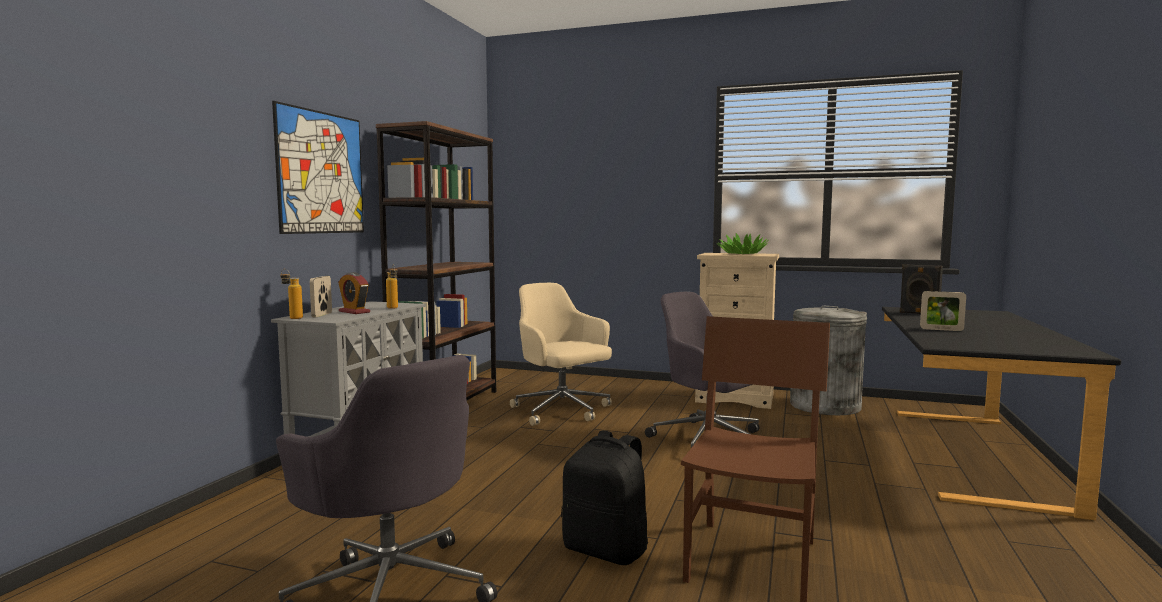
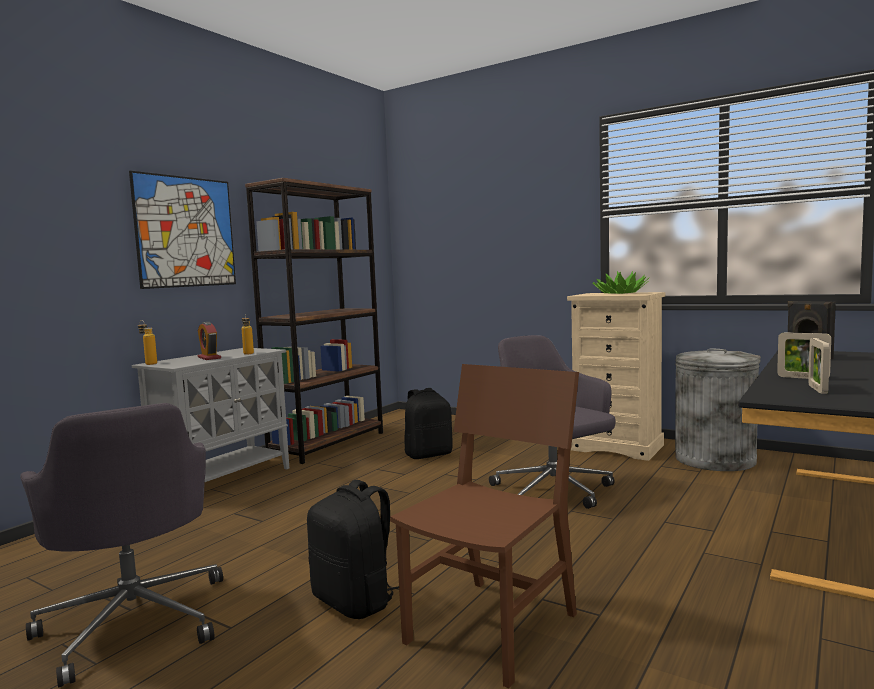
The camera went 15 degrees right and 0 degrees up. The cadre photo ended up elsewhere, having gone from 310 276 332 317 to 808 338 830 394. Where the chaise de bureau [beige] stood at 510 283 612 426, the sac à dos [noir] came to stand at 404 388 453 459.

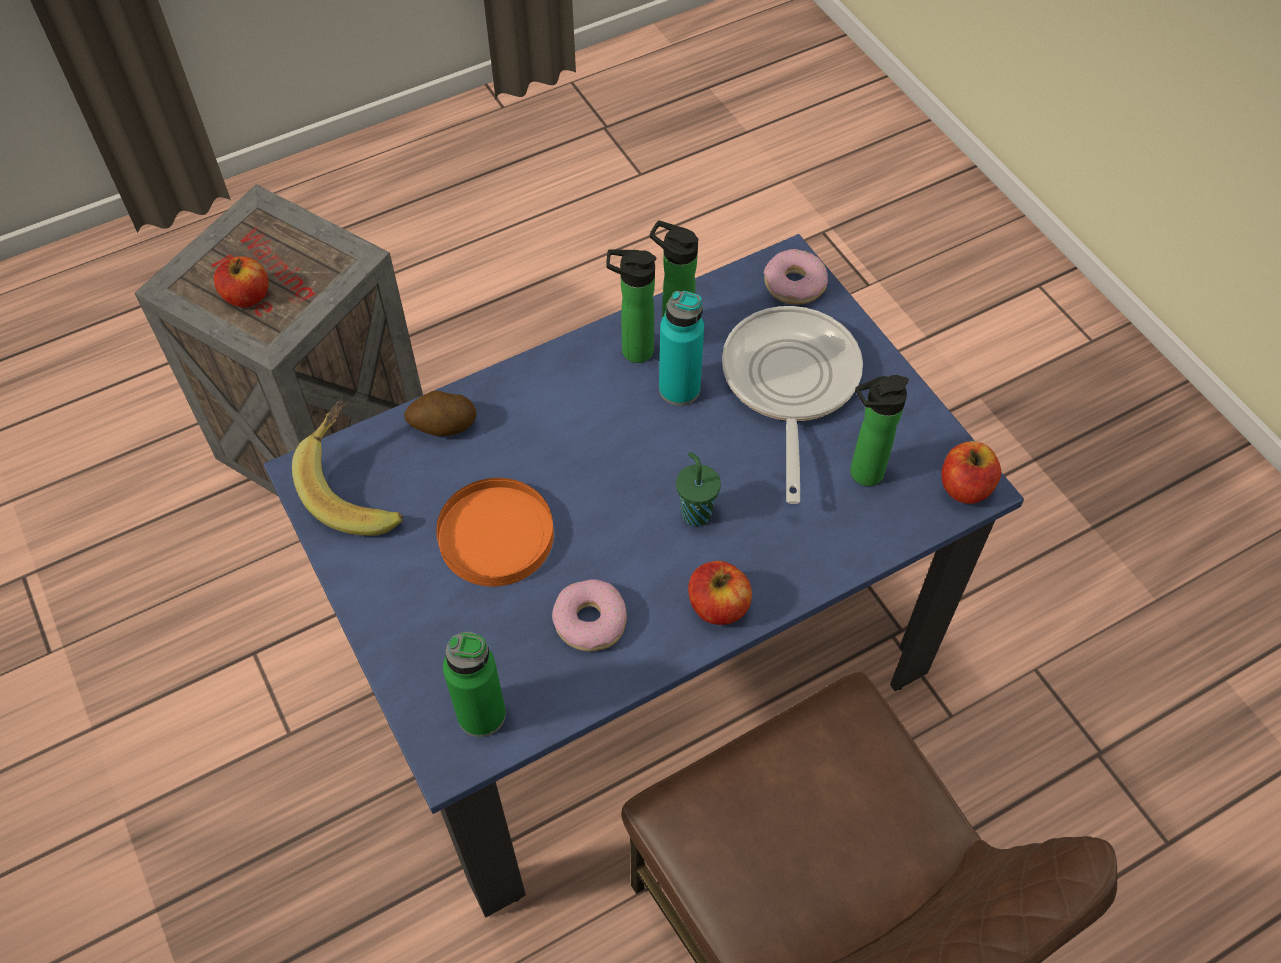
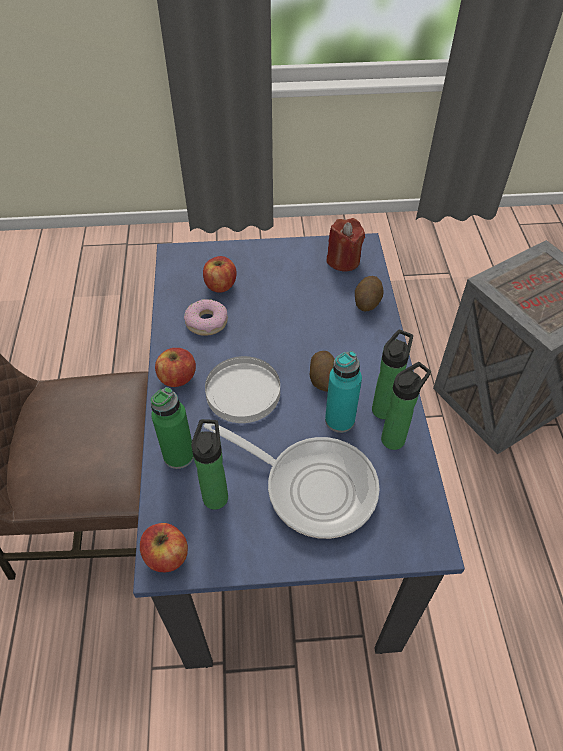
The camera went 115 degrees right and 5 degrees down. The second view lost the assiette [orange] at 436 478 554 586. The second view lost the beignet at 764 249 828 305. The second view gained the pomme de terre at 309 351 335 392. The pomme ended up elsewhere, having gone from 214 256 269 308 to 203 256 237 293. The bouteille [vert] ended up elsewhere, having gone from 443 632 506 737 to 151 387 194 469. Where the banane stood at 292 400 403 536, the bougie [rouge] came to stand at 326 218 365 272. Where the tasse [vert] stood at 676 452 721 526, the assiette [blanc] came to stand at 205 356 280 423.

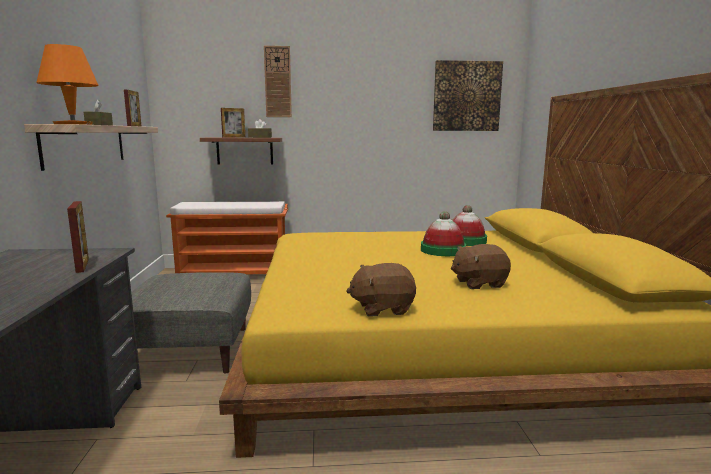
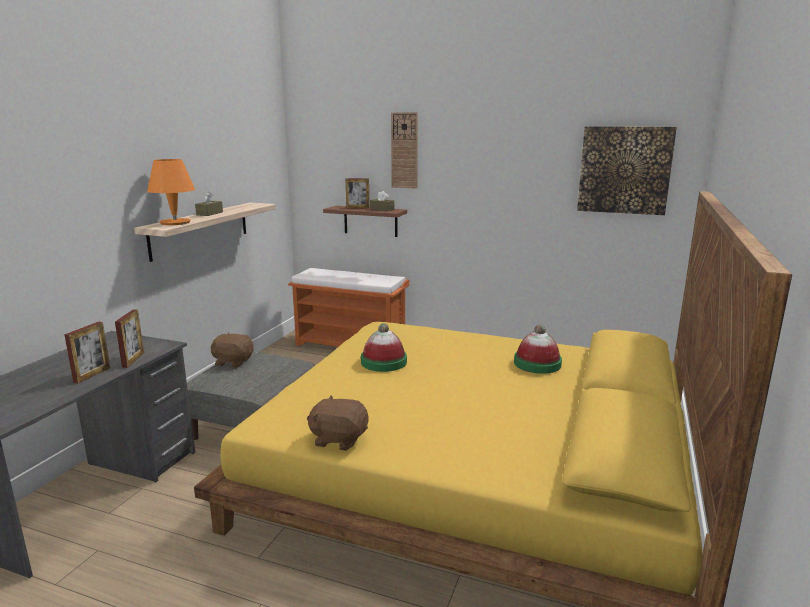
The camera went 25 degrees right and 5 degrees up. The cadre photo ended up elsewhere, having gone from 124 90 141 126 to 64 322 110 384. The chapeau ended up elsewhere, having gone from 421 211 466 256 to 361 323 407 372. The peluche [marron] ended up elsewhere, having gone from 451 244 511 289 to 210 333 254 368.

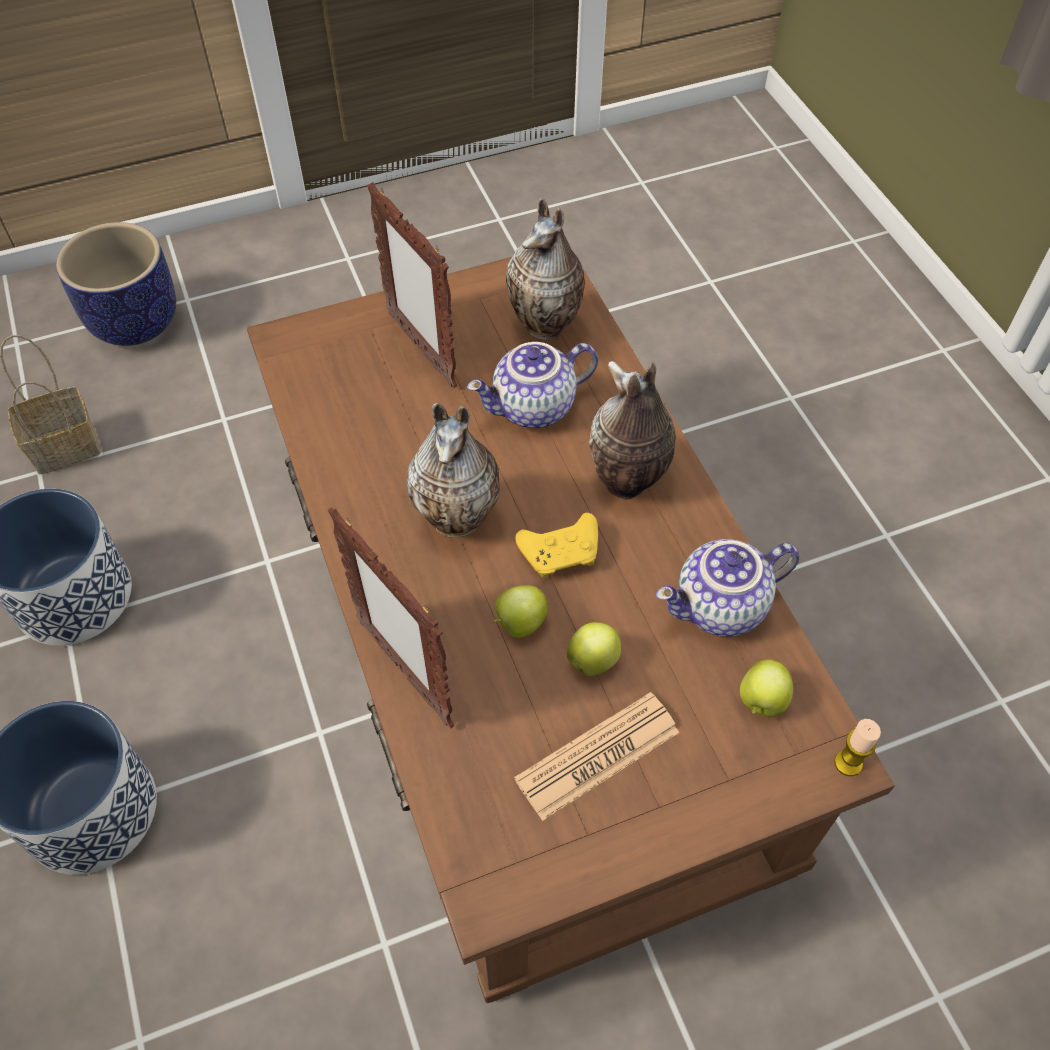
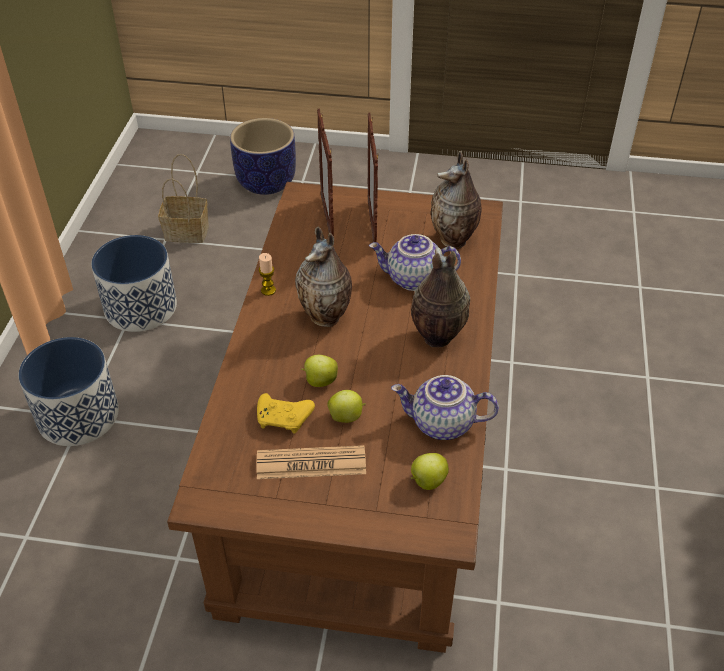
The camera went 30 degrees right and 10 degrees down. The cadre photo ended up elsewhere, having gone from 328 507 454 728 to 317 109 334 236. The manette [jaune] ended up elsewhere, having gone from 515 513 598 578 to 257 393 315 434. The bougie ended up elsewhere, having gone from 834 719 881 776 to 259 253 276 296.

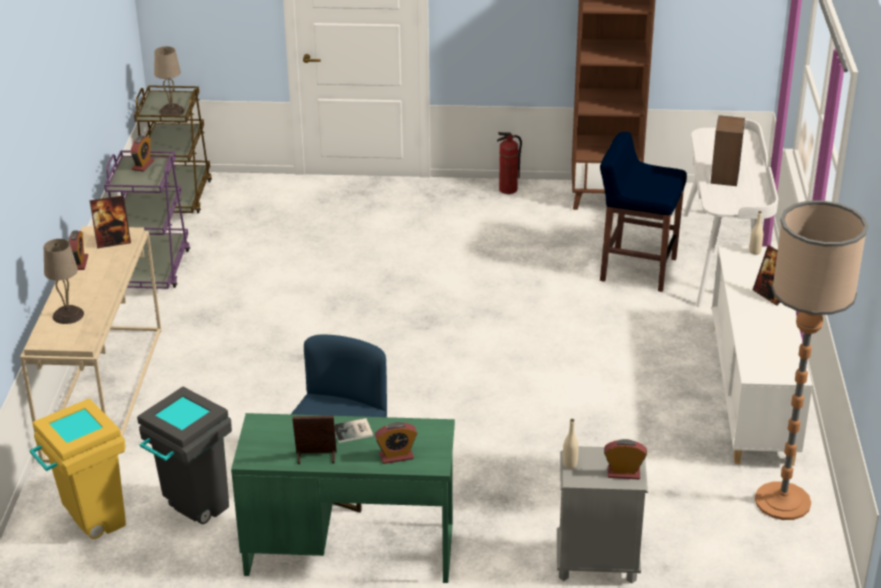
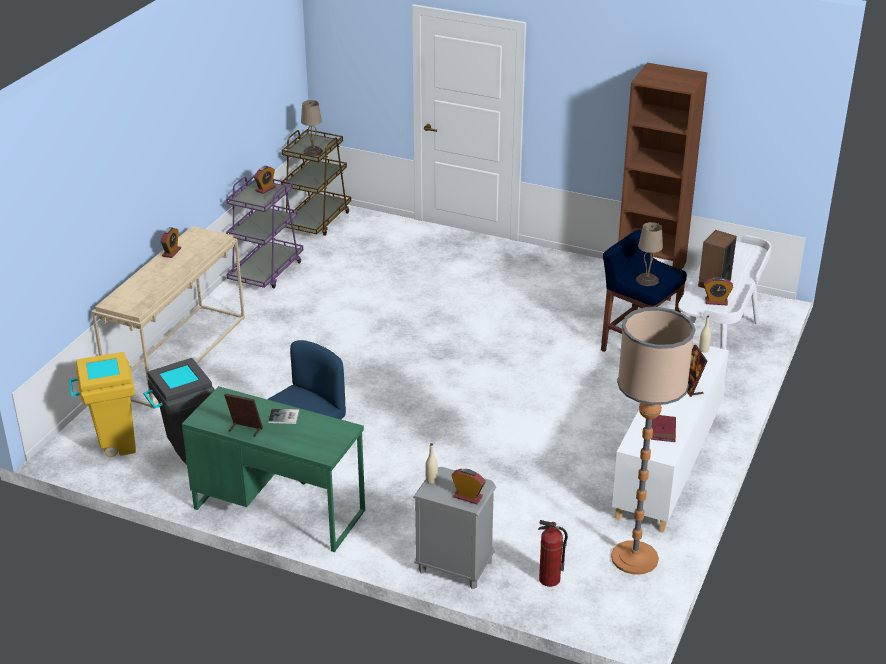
The camera went 20 degrees right and 0 degrees up. The second view lost the cadre photo at 90 195 131 248. The second view gained the livre [rouge] at 651 415 676 442. The lampe de table [beige] ended up elsewhere, having gone from 44 239 84 324 to 636 222 663 286. The réveil ended up elsewhere, having gone from 374 422 417 464 to 704 277 733 305. The extincteur ended up elsewhere, having gone from 497 132 522 194 to 538 520 568 587.

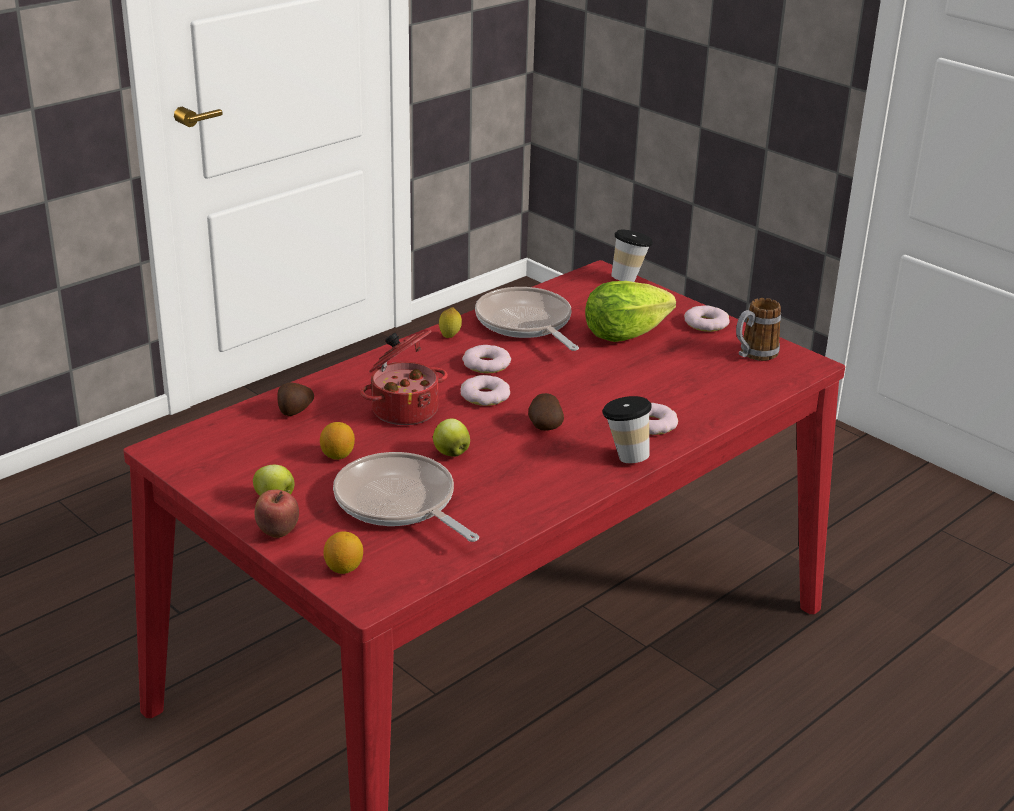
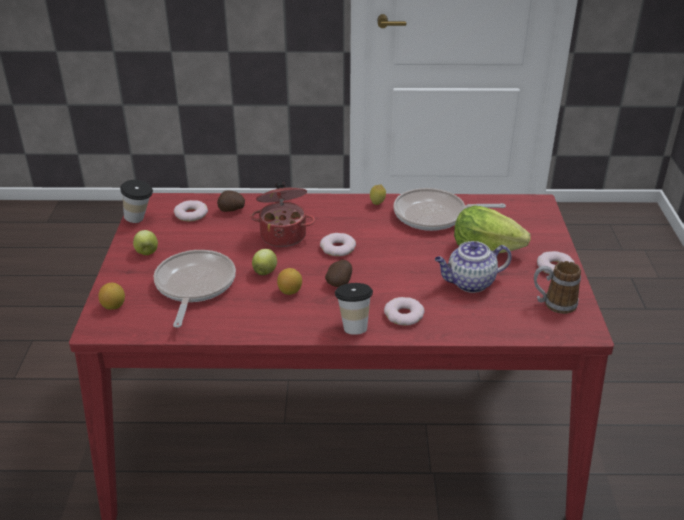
The camera went 45 degrees right and 5 degrees up. The second view lost the pomme at 255 490 299 538. The second view gained the théière at 435 241 512 293. The citron ended up elsewhere, having gone from 320 422 355 460 to 277 268 302 295. The beignet ended up elsewhere, having gone from 462 345 511 373 to 174 200 208 222. The tasse ended up elsewhere, having gone from 611 230 653 282 to 120 180 153 223. The poêle at 475 287 579 351 ended up facing another way, 105 degrees counterclockwise from before.

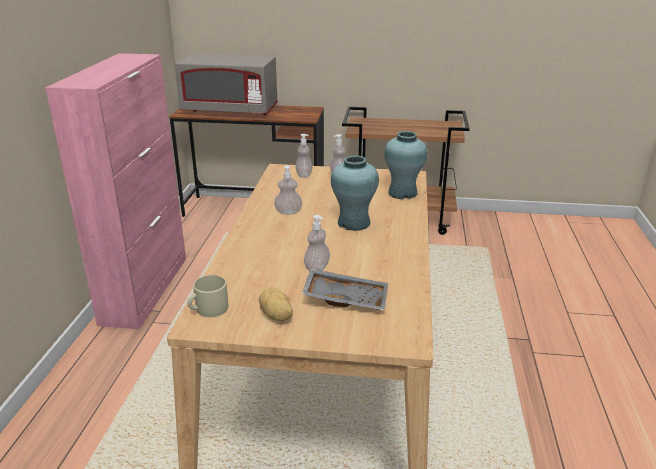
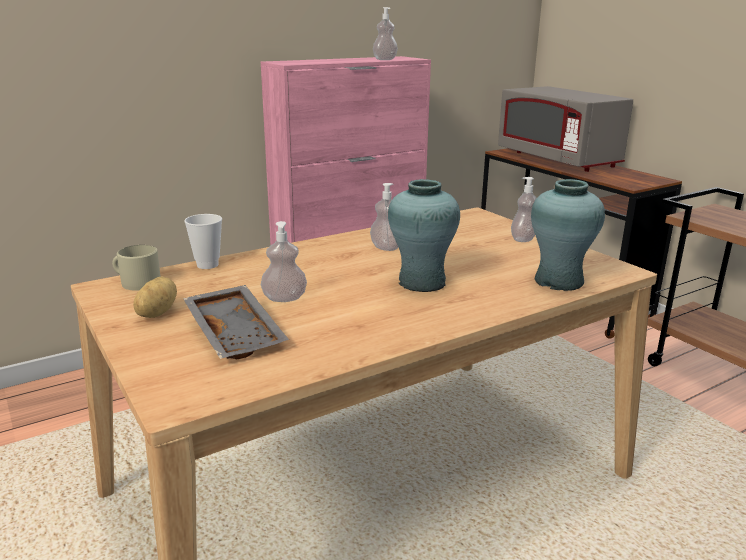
The camera went 50 degrees right and 5 degrees down. The second view gained the tasse at 185 214 222 269. The distributeur de savon ended up elsewhere, having gone from 296 134 312 178 to 373 7 398 60.

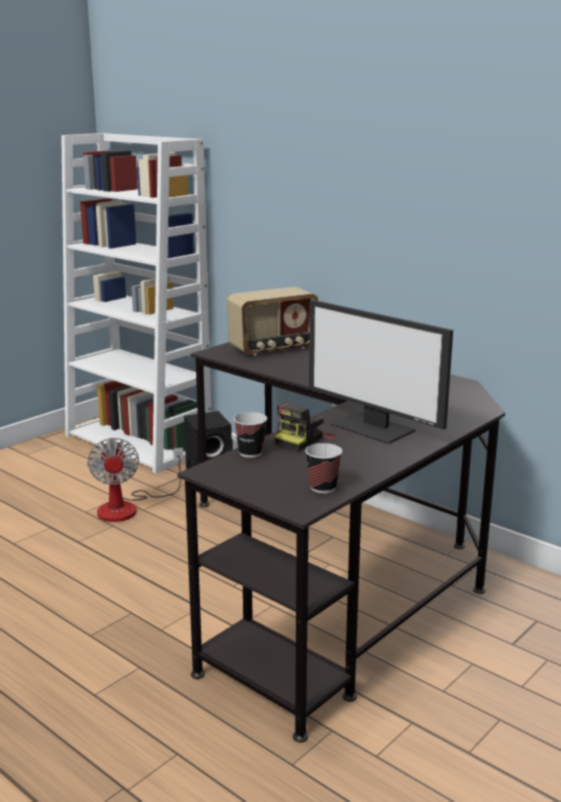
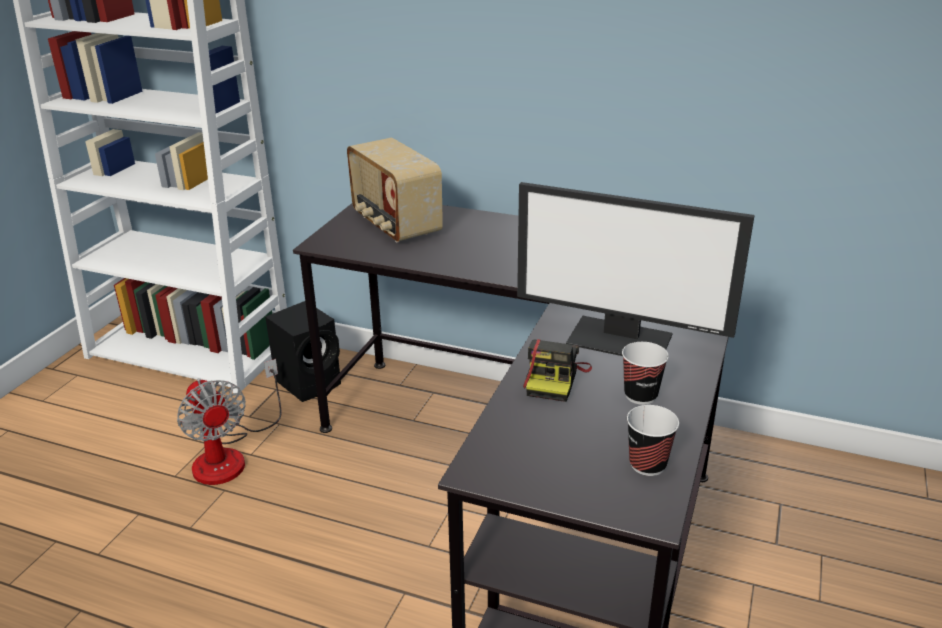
The camera went 20 degrees left and 10 degrees up. The tasse ended up elsewhere, having gone from 234 412 268 458 to 622 342 669 405. The radio at 227 287 318 356 ended up facing another way, 105 degrees clockwise from before.

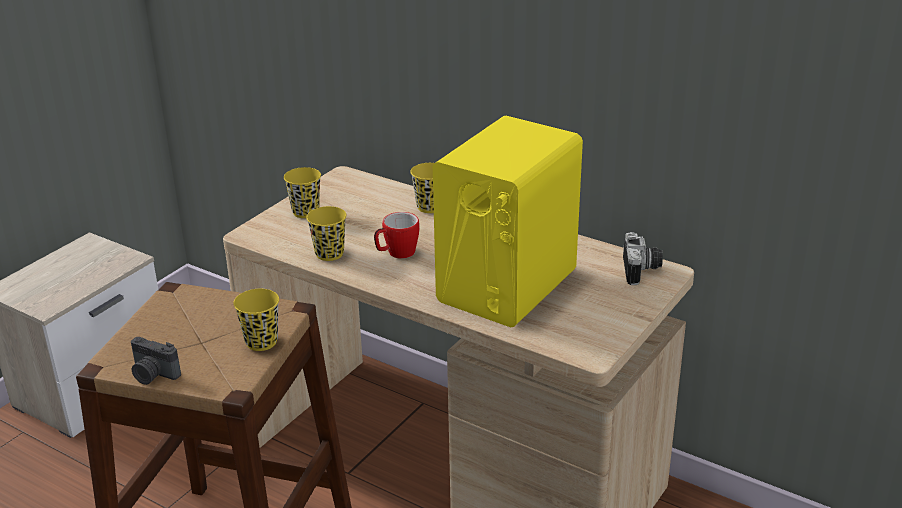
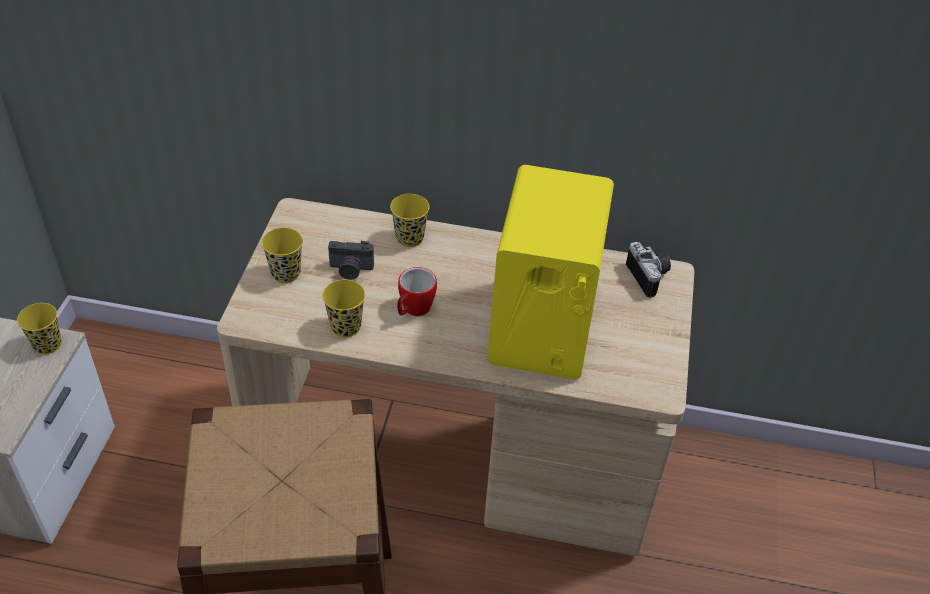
The camera went 25 degrees left and 15 degrees up. The appareil photo ended up elsewhere, having gone from 131 337 181 385 to 328 241 374 280. The tasse [jaune] ended up elsewhere, having gone from 233 289 279 351 to 17 303 61 354.

